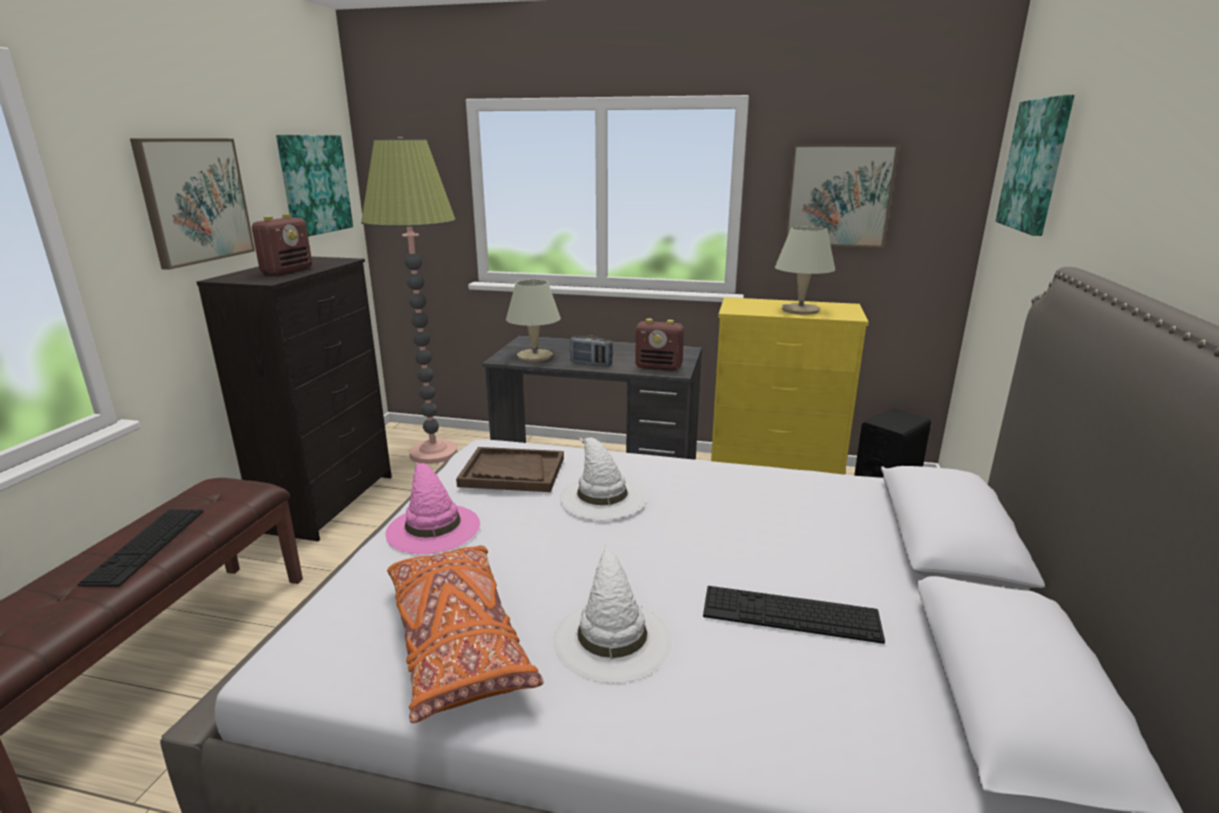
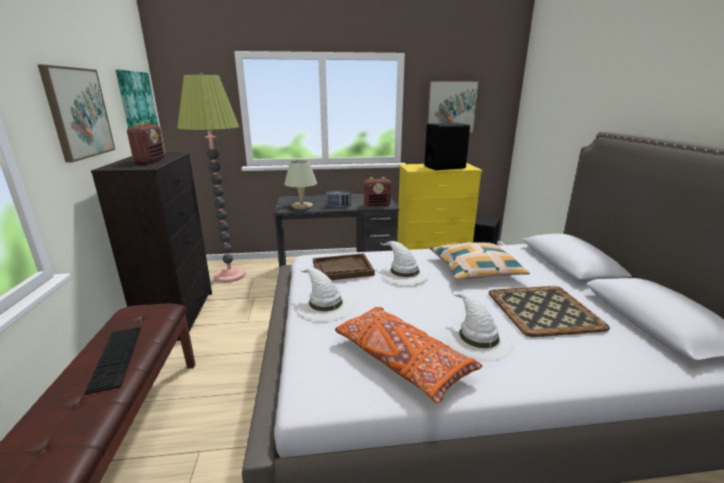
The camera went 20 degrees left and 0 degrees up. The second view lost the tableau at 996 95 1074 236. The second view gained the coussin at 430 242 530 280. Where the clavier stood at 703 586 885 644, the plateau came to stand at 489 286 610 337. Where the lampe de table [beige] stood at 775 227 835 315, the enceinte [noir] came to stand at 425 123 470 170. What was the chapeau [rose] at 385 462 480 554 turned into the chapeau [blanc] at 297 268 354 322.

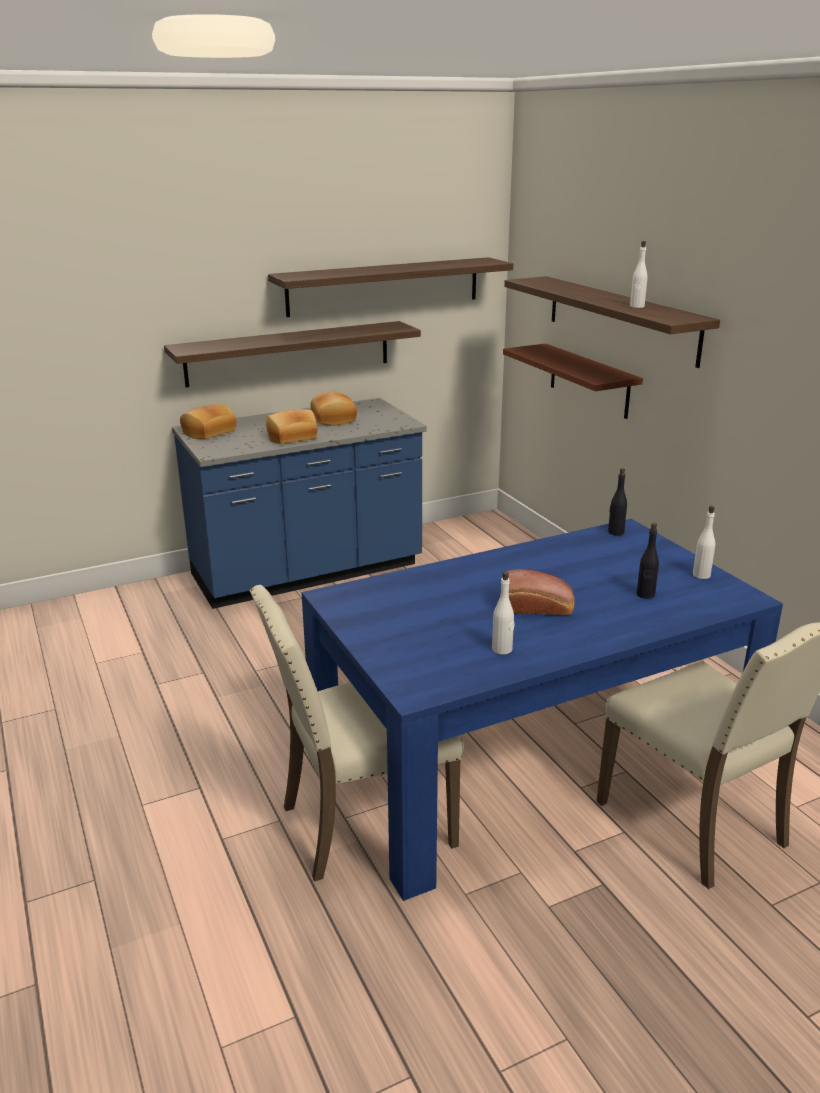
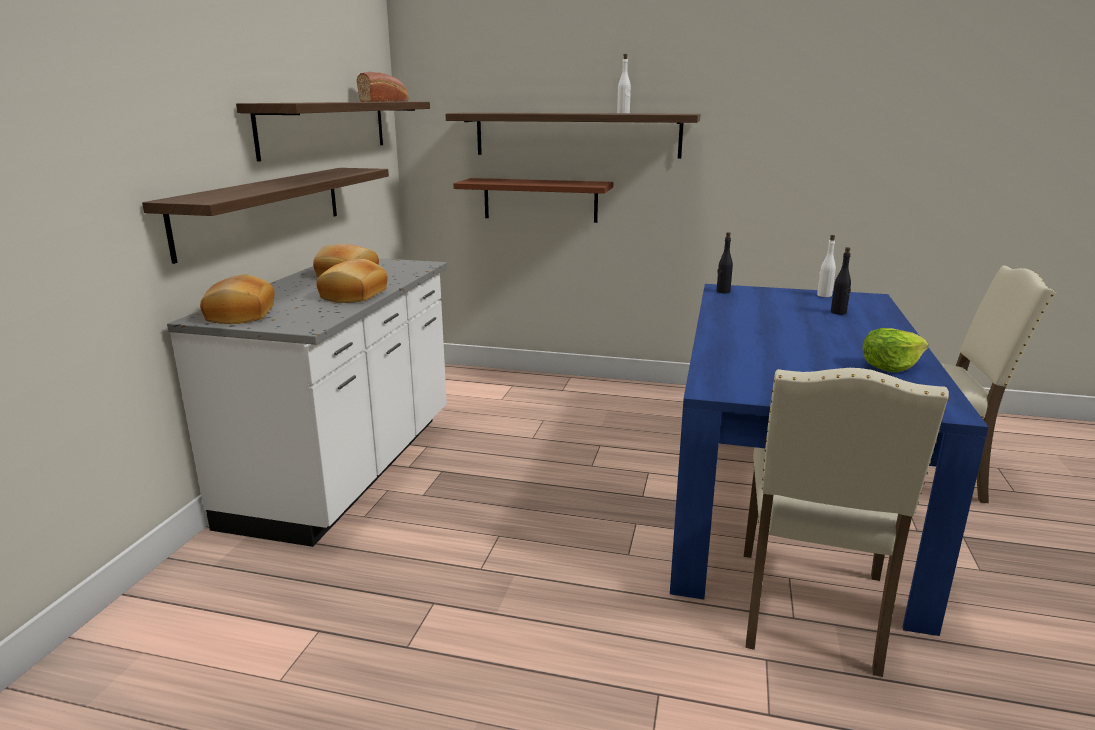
The camera went 50 degrees left and 5 degrees down. The pain ended up elsewhere, having gone from 507 569 575 615 to 357 72 408 102. Where the bouteille [blanc] stood at 492 571 515 655, the laitue came to stand at 862 328 928 372. What was the comptoir de cuisine [bleu] at 172 398 427 609 turned into the comptoir de cuisine [blanc] at 167 258 447 547.

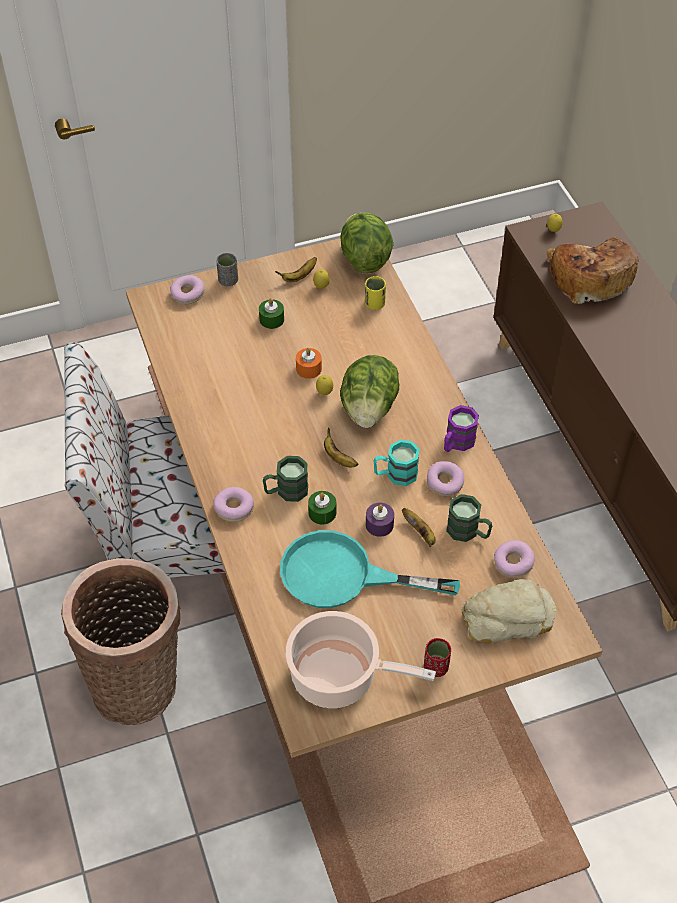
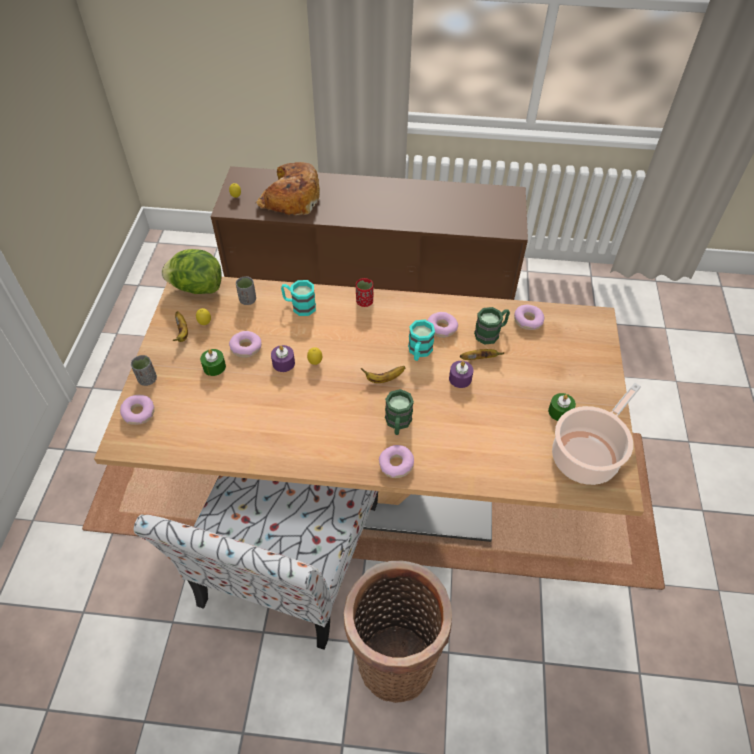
The camera went 65 degrees left and 0 degrees up. The second view lost the poêle [turquoise] at 280 530 460 608. The second view lost the laitue at 340 355 399 428. The second view lost the mug [violet] at 444 405 479 452. The second view lost the pain at 462 579 556 642. The second view gained the beignet at 229 331 262 358. The second view gained the mug [turquoise] at 281 280 316 316. The bougie [vert] ended up elsewhere, having gone from 308 491 336 525 to 548 393 576 421. The tasse [rouge] ended up elsewhere, having gone from 424 638 451 677 to 356 278 373 307. What was the bougie [orange] at 296 348 322 379 turned into the bougie [violet] at 271 345 295 372. What was the tasse [jaune] at 365 276 386 310 turned into the tasse [gris] at 236 276 256 305.

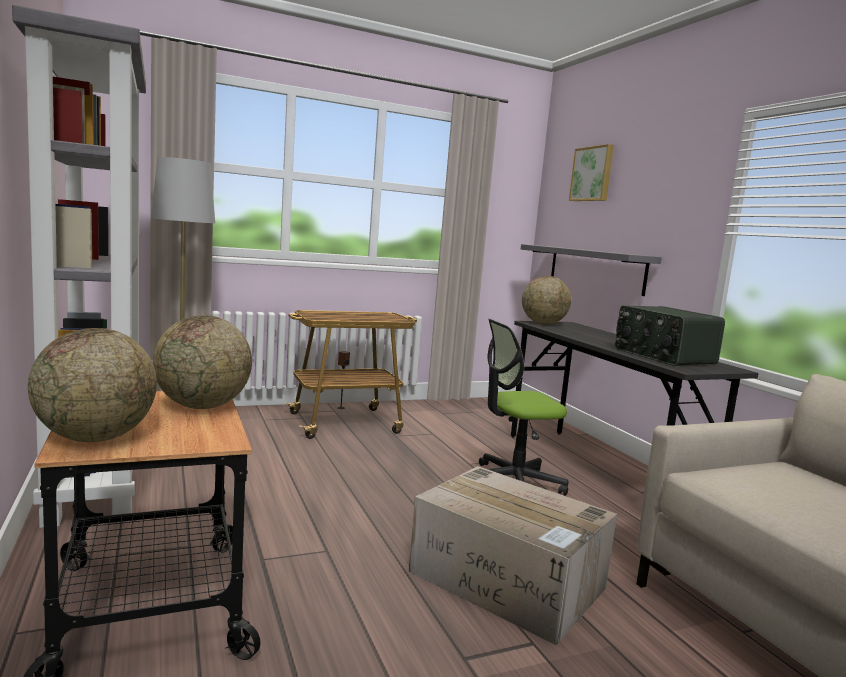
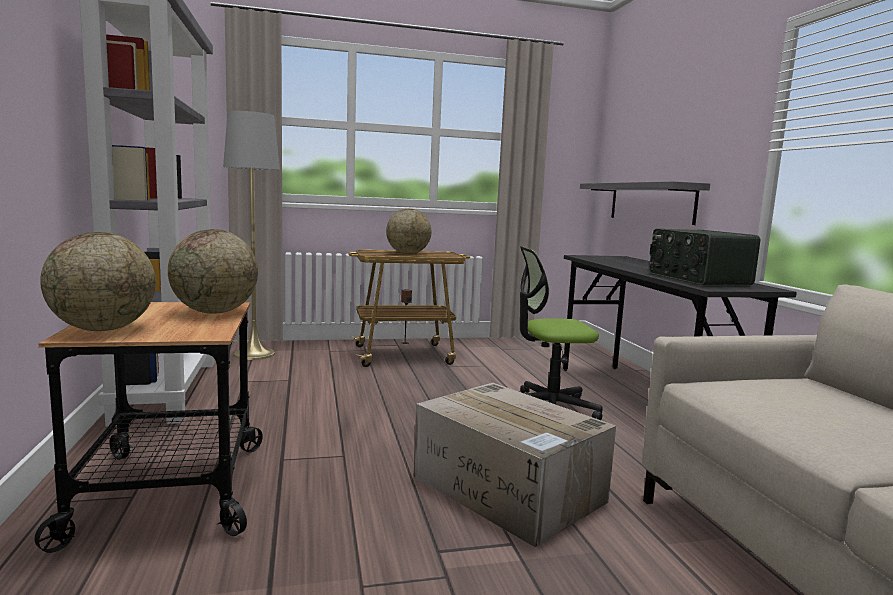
The camera went 10 degrees right and 0 degrees up. The second view lost the tableau at 569 144 614 201. The globe ended up elsewhere, having gone from 522 276 571 324 to 386 209 431 254.

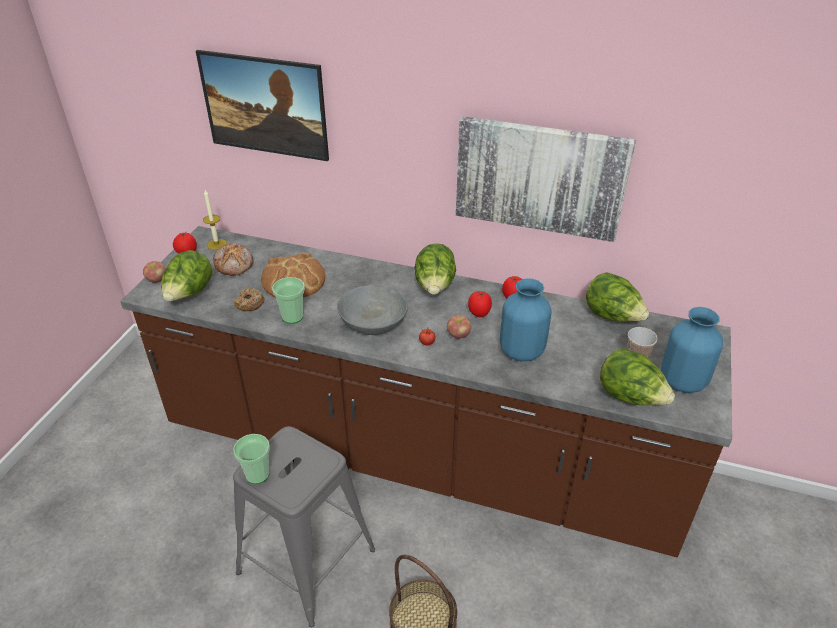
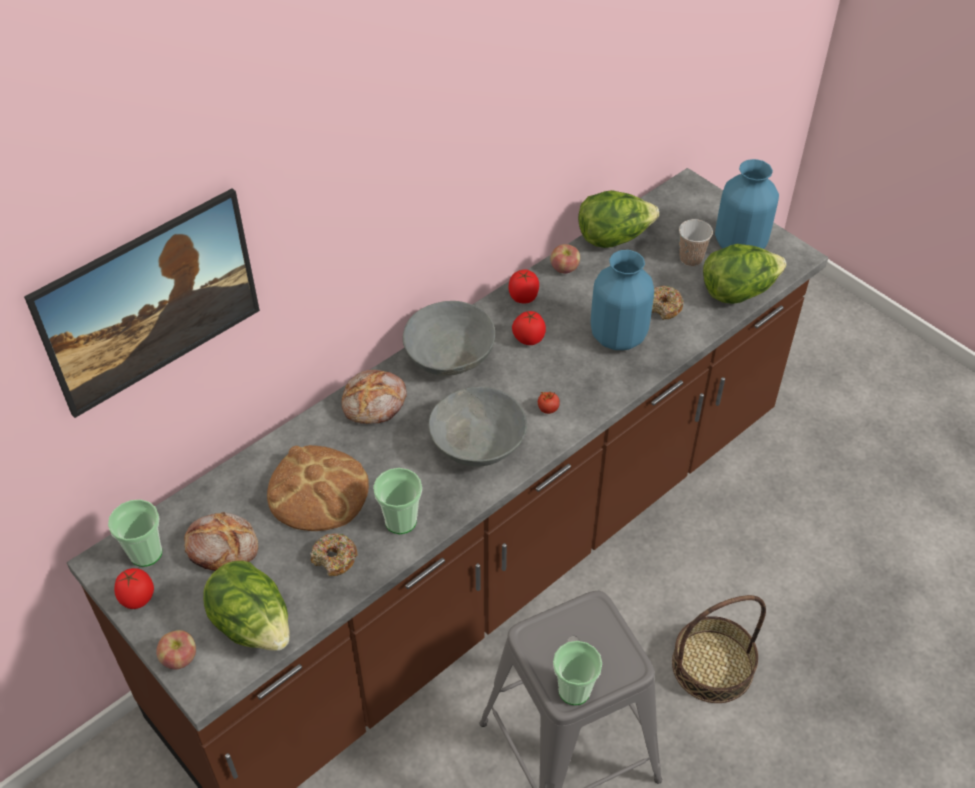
The camera went 60 degrees left and 10 degrees up. The second view lost the tableau at 456 116 636 242. The second view gained the pain at 342 370 407 424. The second view gained the beignet at 652 286 684 320. The pomme ended up elsewhere, having gone from 447 315 471 339 to 550 244 580 274. Where the bougie stood at 203 190 227 250, the tasse came to stand at 108 499 162 567. Where the laitue stood at 415 243 456 295, the bol [gris] came to stand at 403 301 495 376.

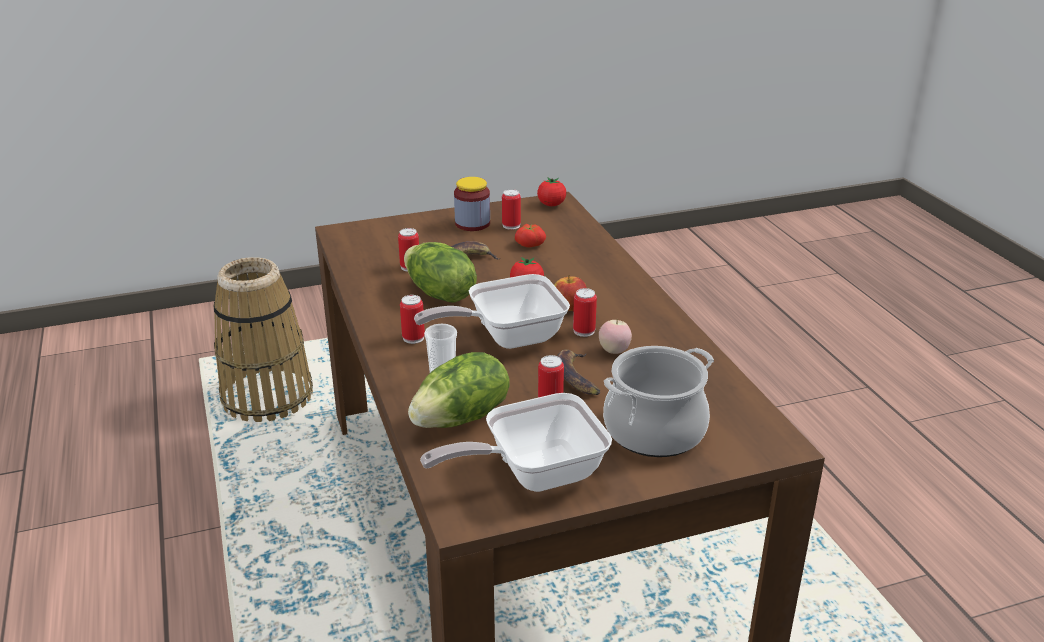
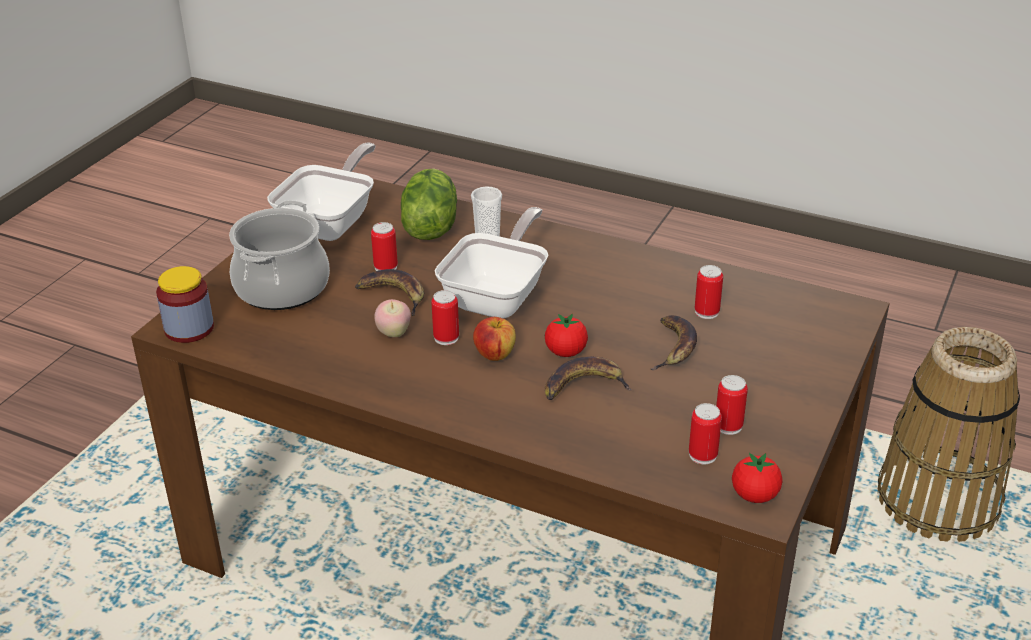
The camera went 135 degrees right and 5 degrees up. The second view lost the laitue at 404 242 477 303. The second view lost the tomate at 515 224 546 247. The second view gained the banane at 545 356 632 400. The boîte métallique ended up elsewhere, having gone from 400 295 425 344 to 689 403 722 464. The bocal ended up elsewhere, having gone from 454 177 490 231 to 156 266 214 343.

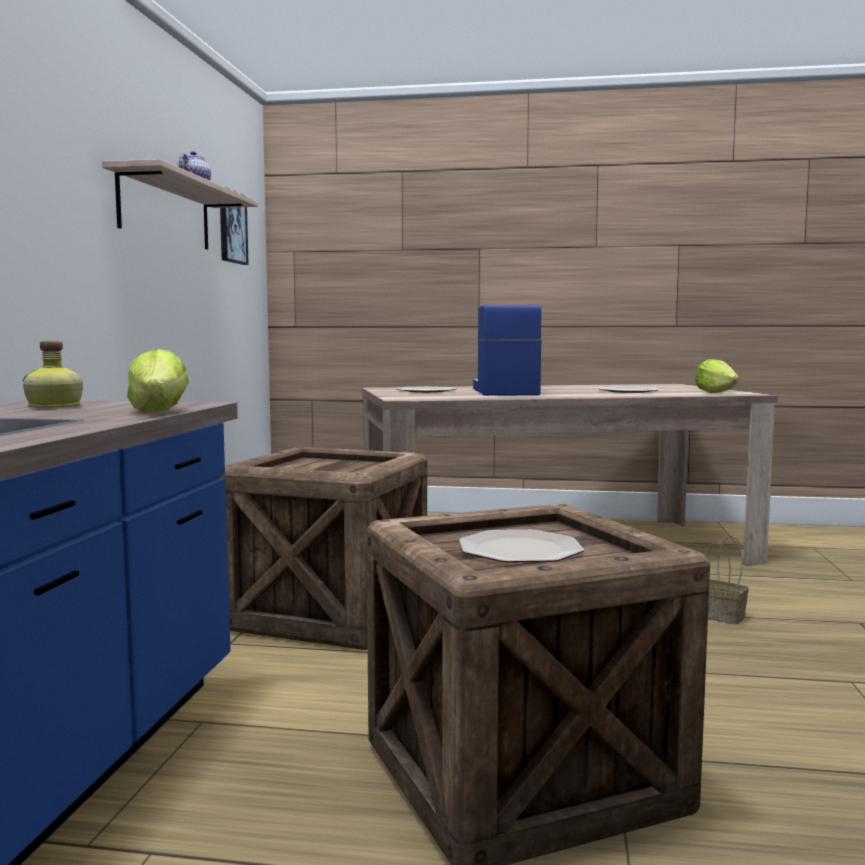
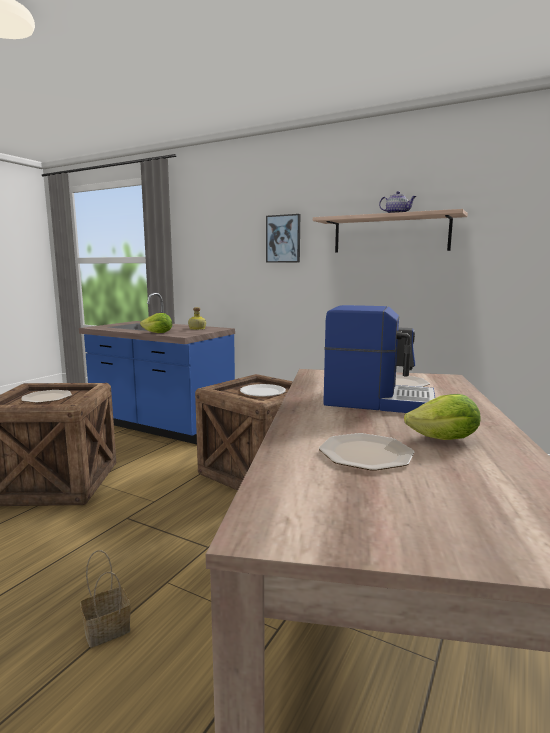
The camera went 110 degrees right and 5 degrees up. The second view gained the assiette [blanc] at 240 384 286 397. The tableau ended up elsewhere, having gone from 220 188 249 265 to 266 214 300 263. The laitue ended up elsewhere, having gone from 695 359 739 393 to 404 394 481 440.

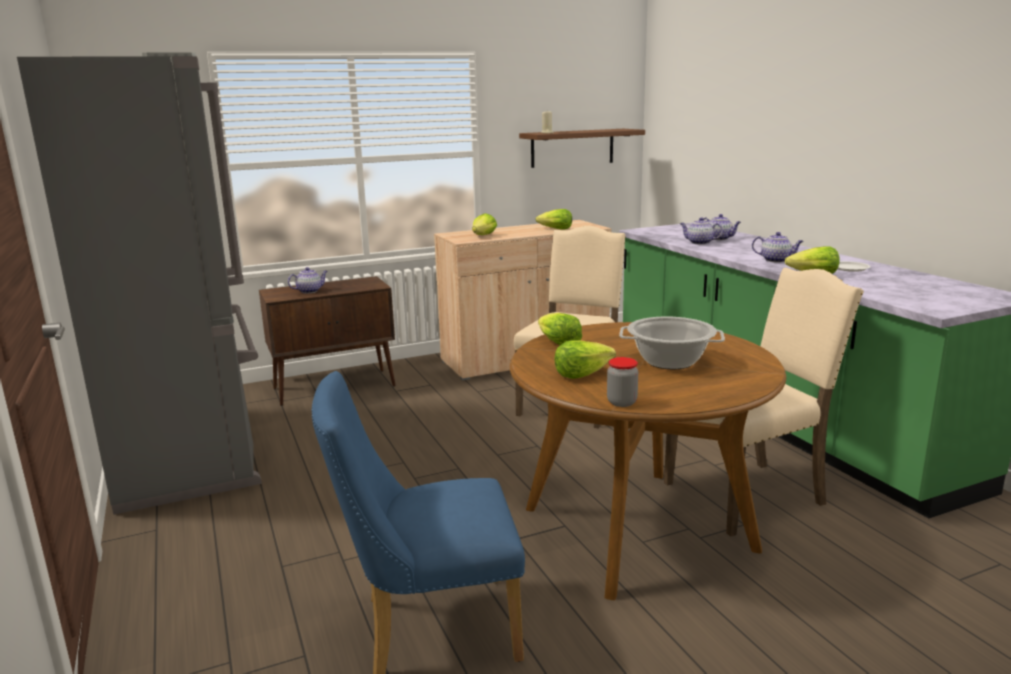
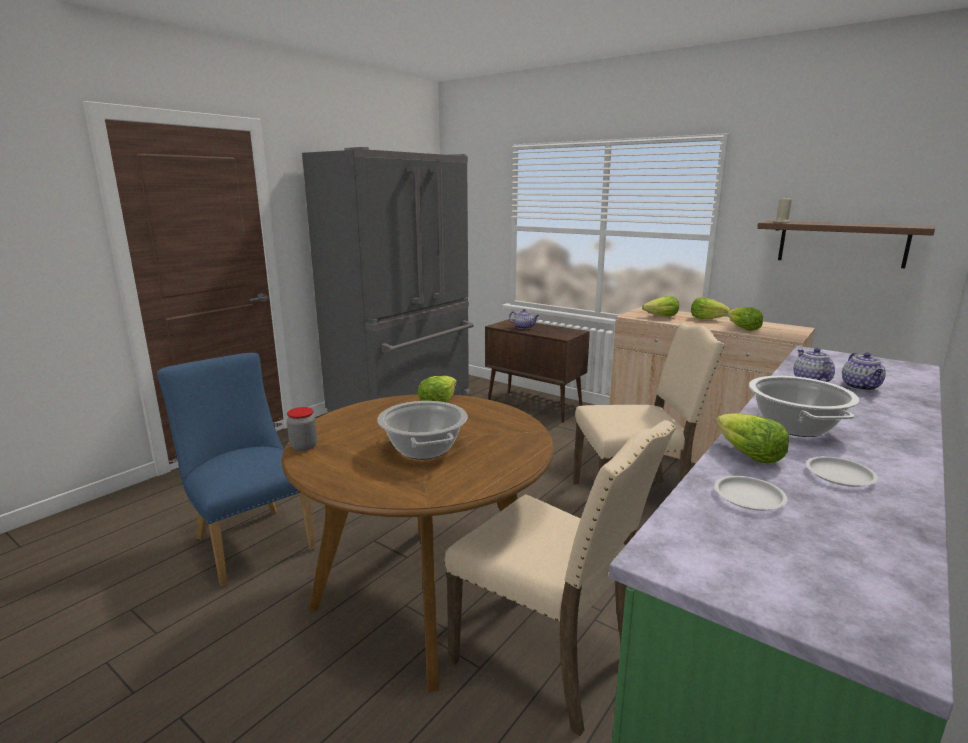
The camera went 60 degrees right and 0 degrees up. The second view gained the assiette [blanc] at 714 476 788 510. The laitue ended up elsewhere, having gone from 555 341 616 379 to 691 297 731 319. Where the théière stood at 752 232 804 263, the marmite came to stand at 749 376 860 437.

